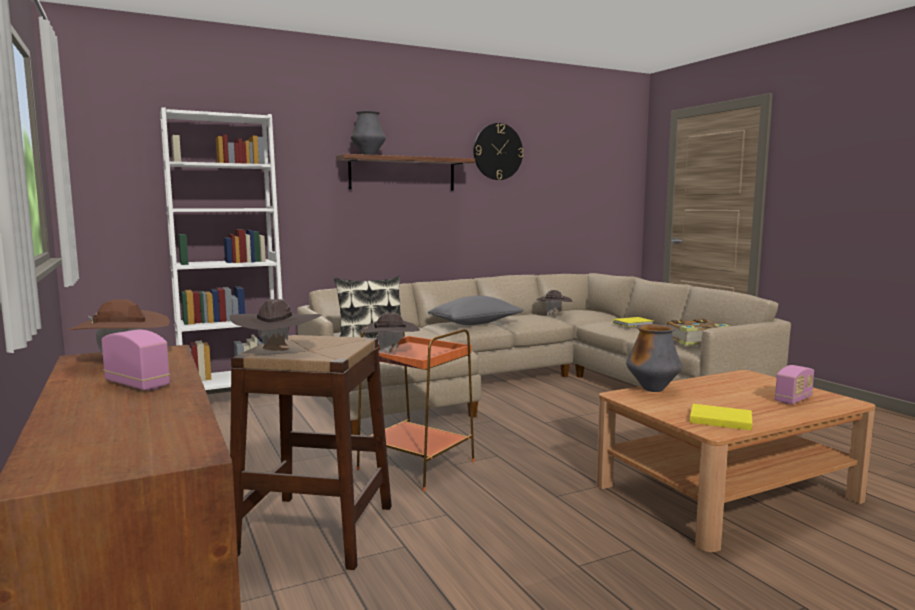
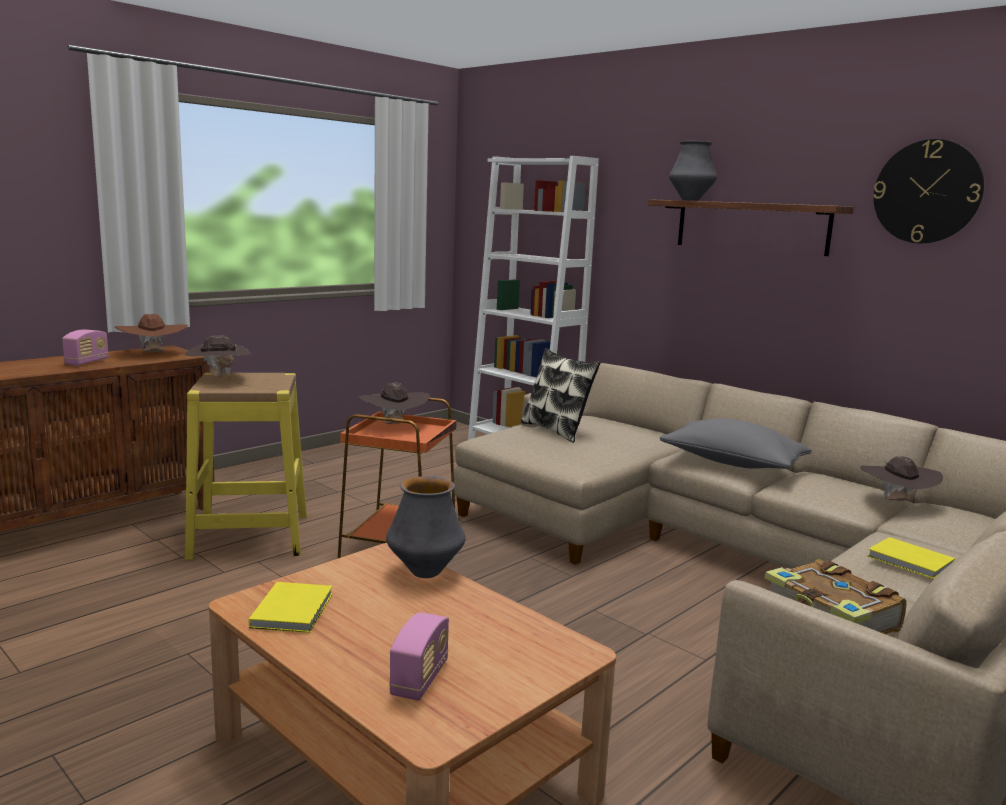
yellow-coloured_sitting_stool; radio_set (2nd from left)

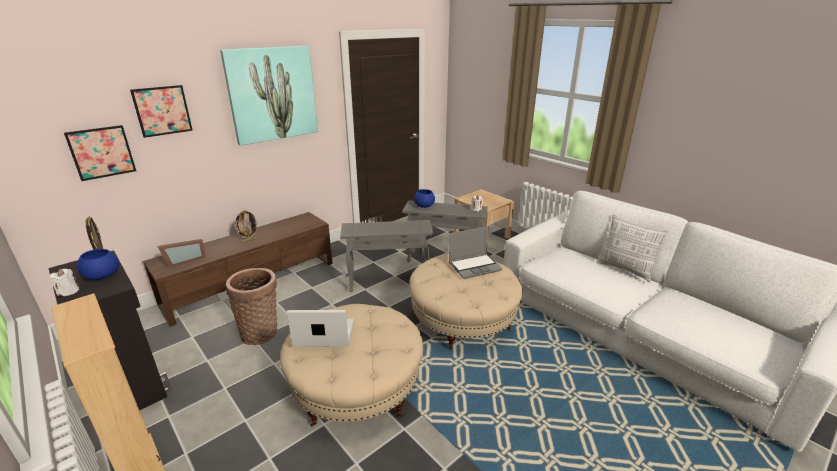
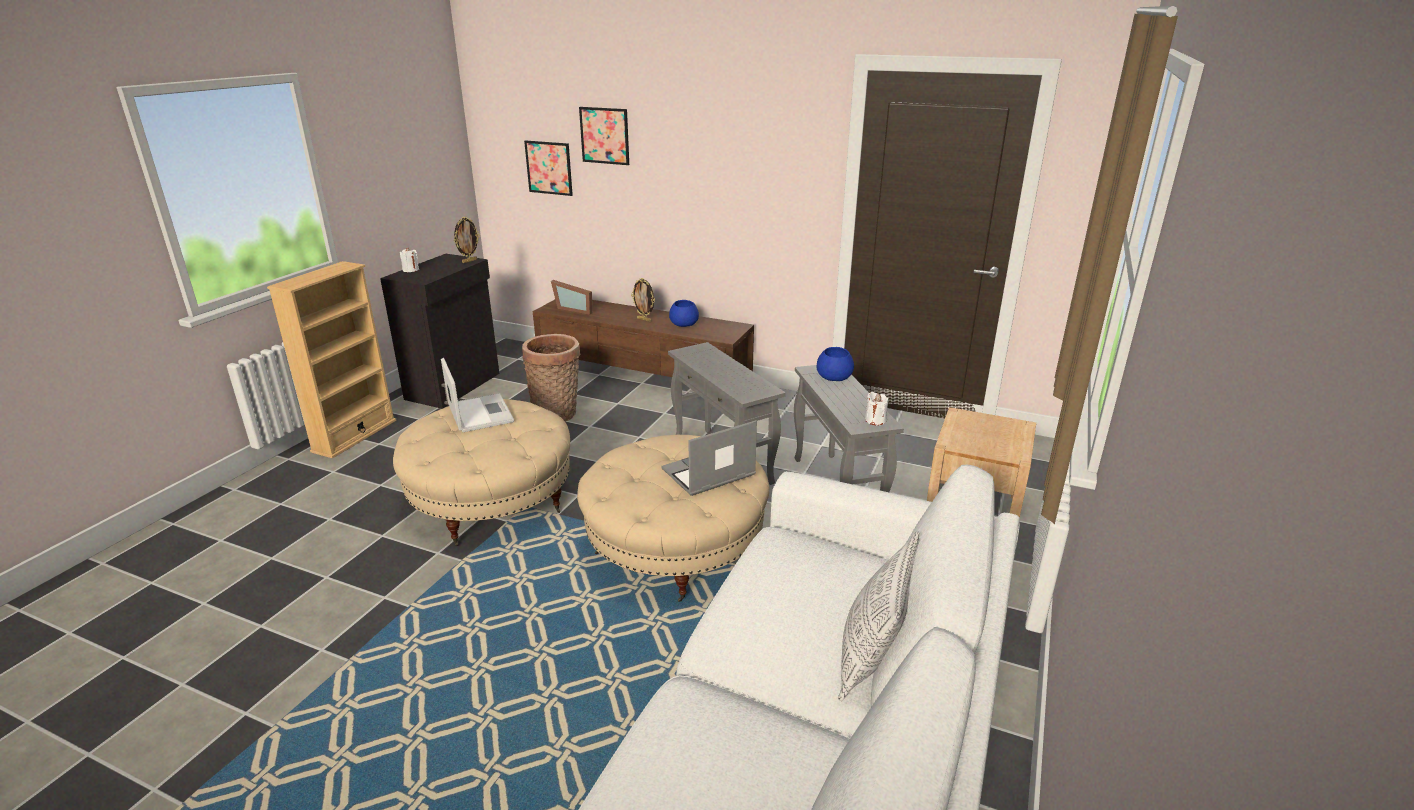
wall_picture (3rd from left in the first image); blue-coloured_bowl (1st from left); notebook_computer (2nd from left)

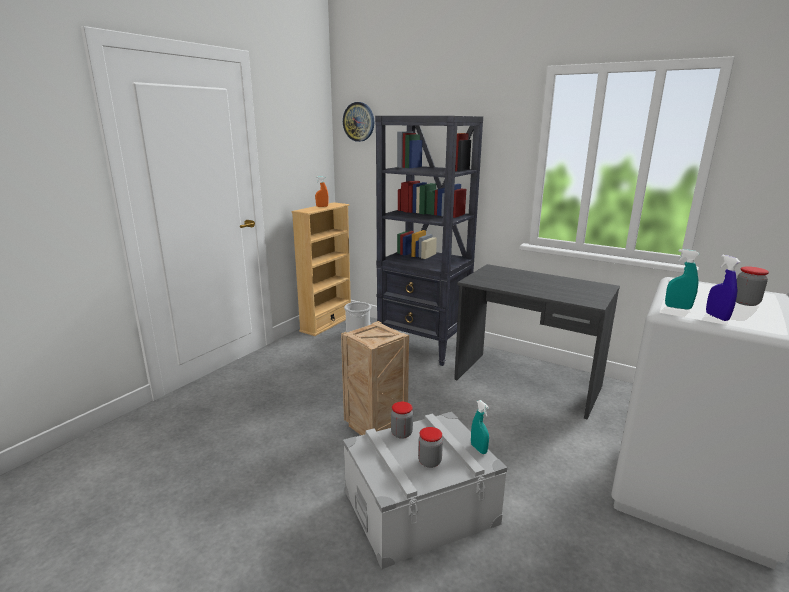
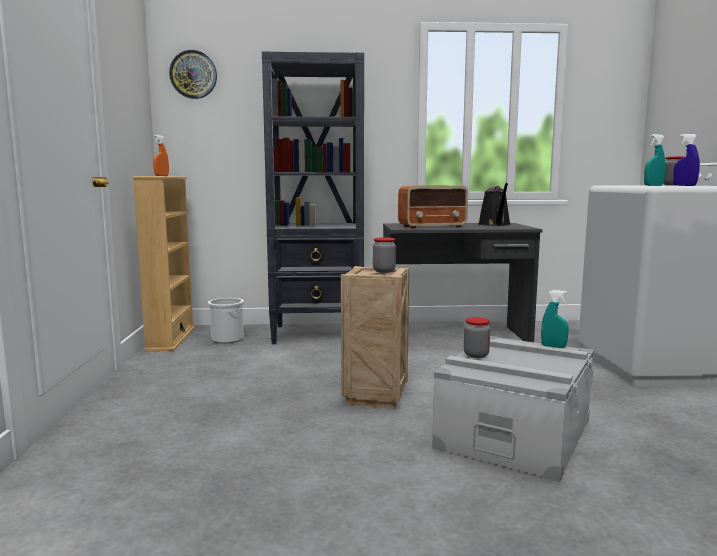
radio_set; black_watering_can; storage_jar (1st from left)

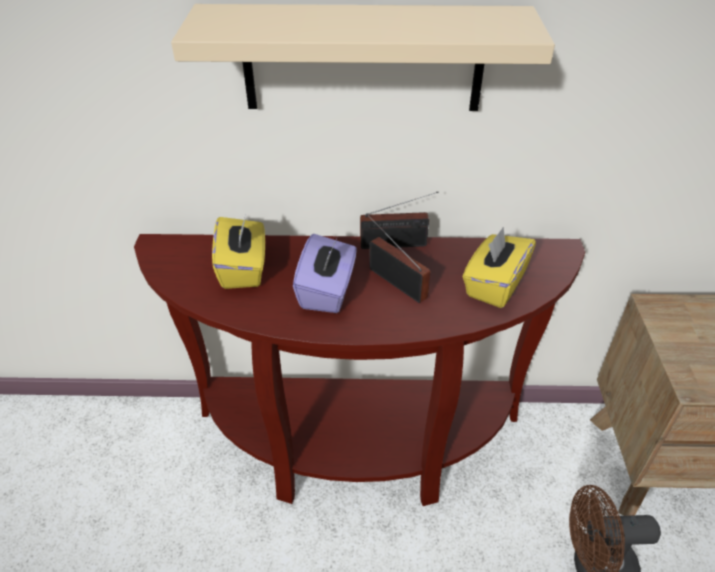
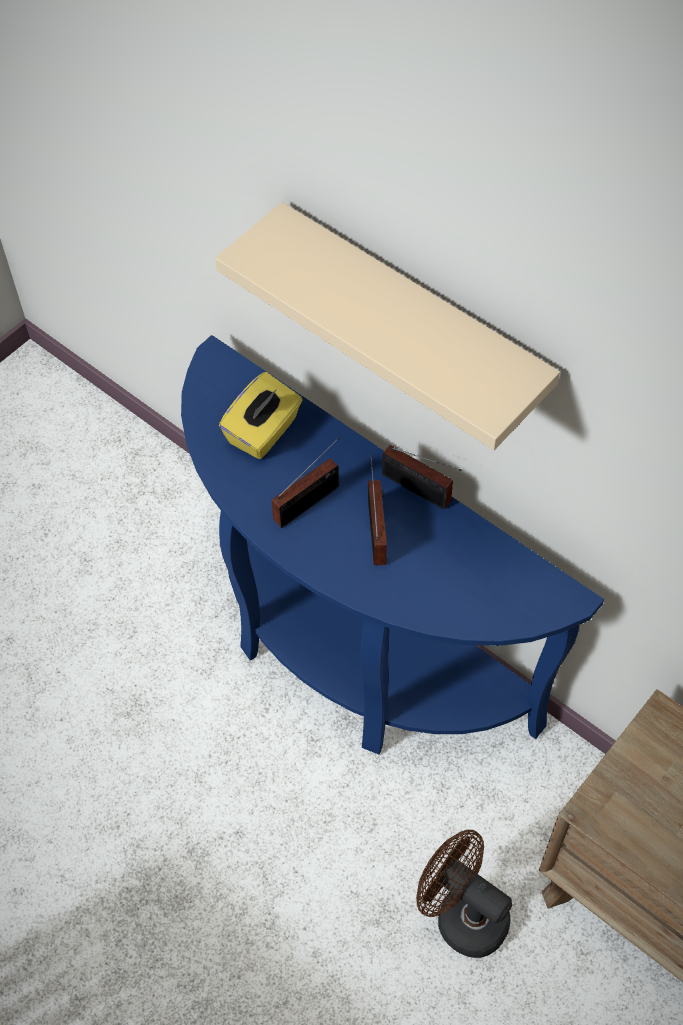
yellow-coloured_box_of_tissues (2nd from left in the first image); radio_set (1st from left); blue-coloured_console_table

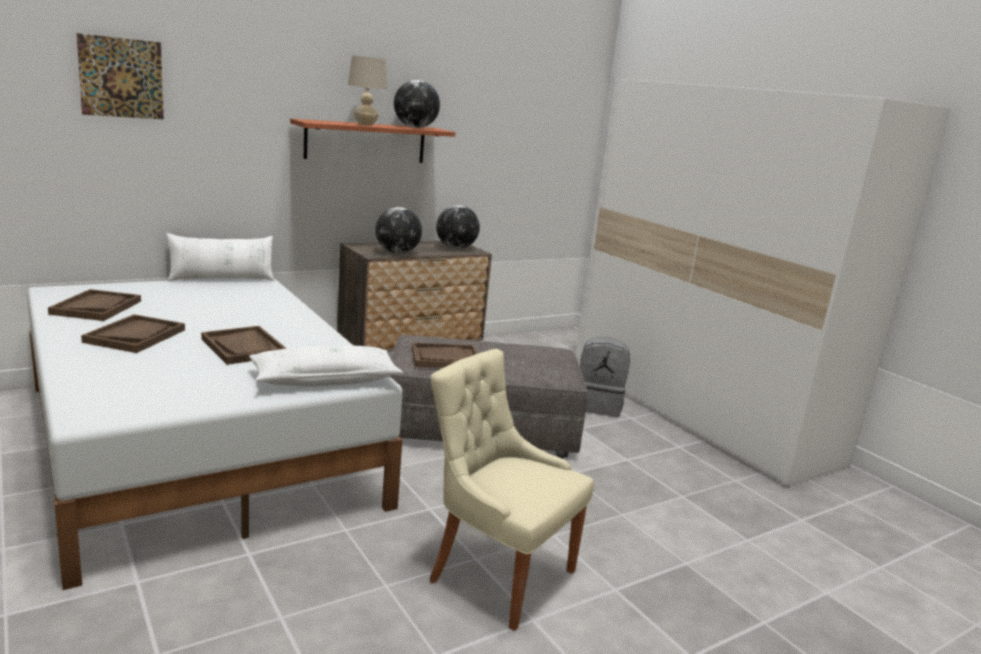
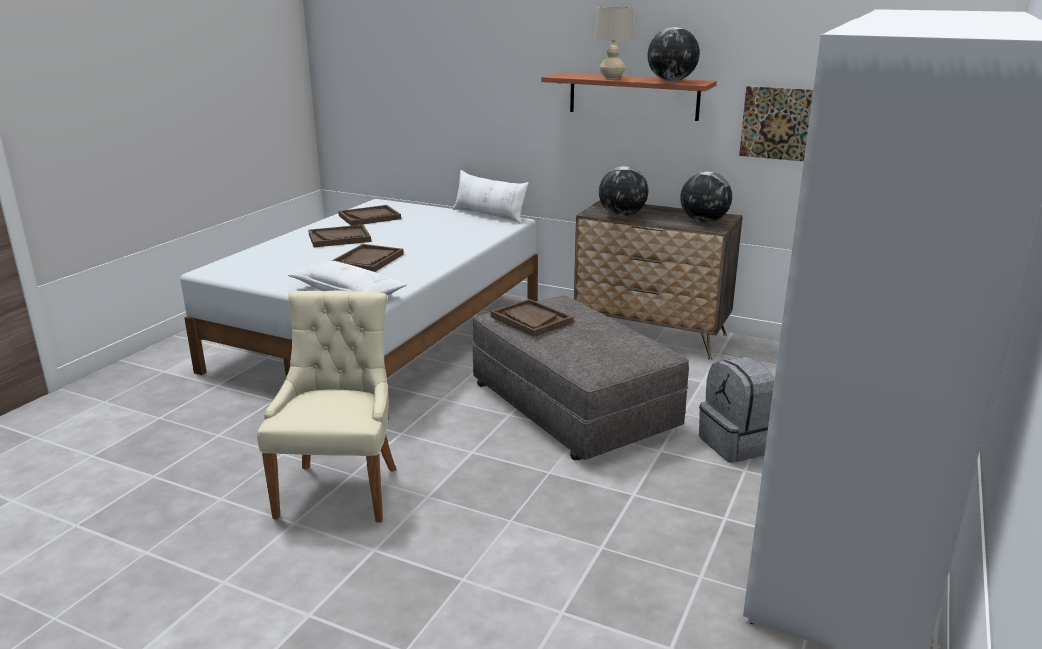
wall_picture

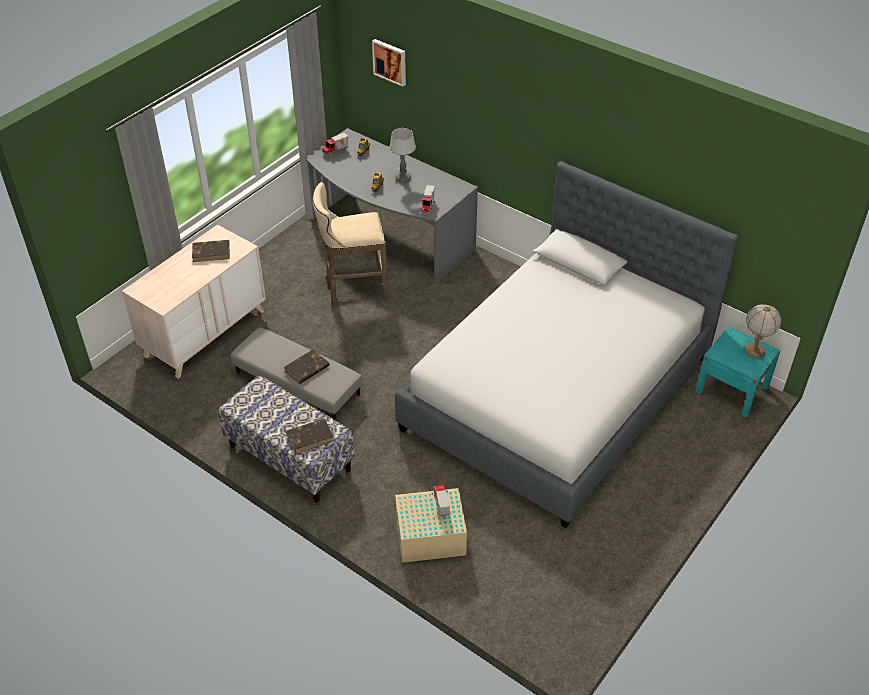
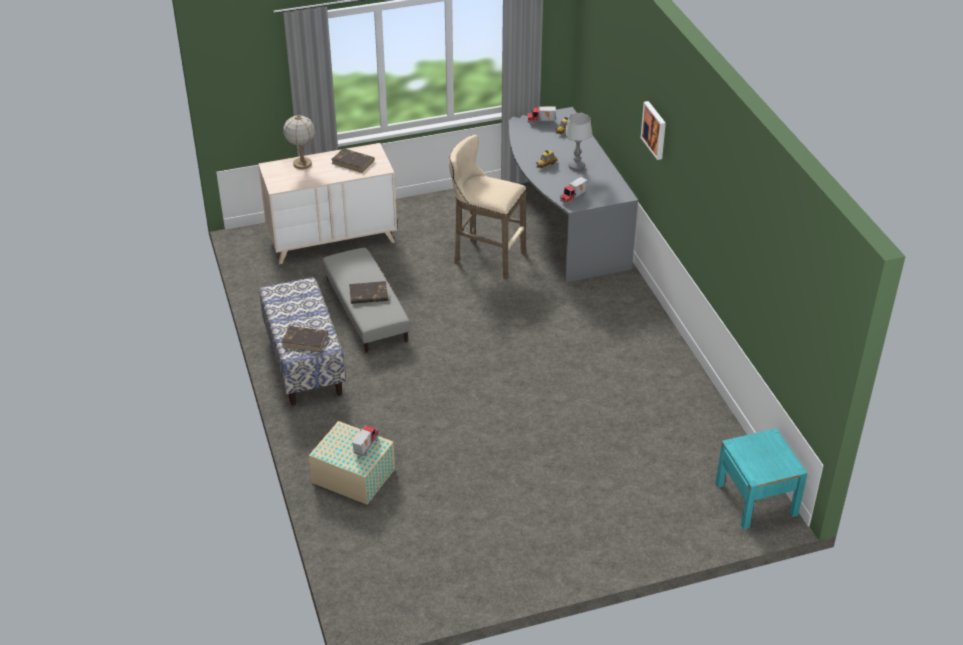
bedroom_bed; wall_picture; table_lamp (1st from left)

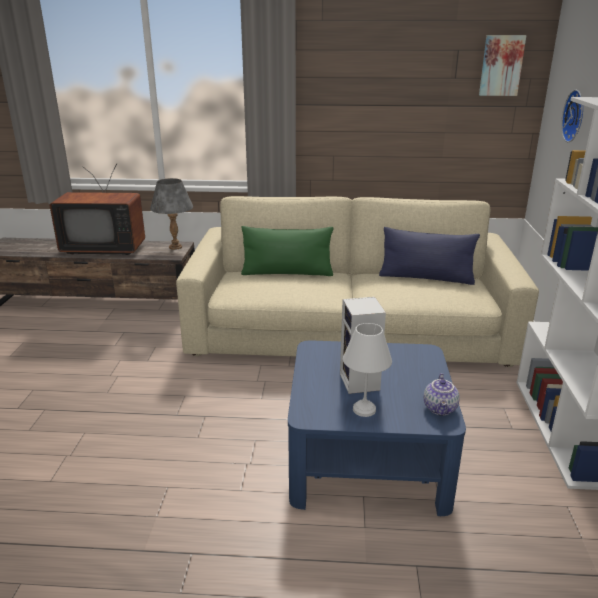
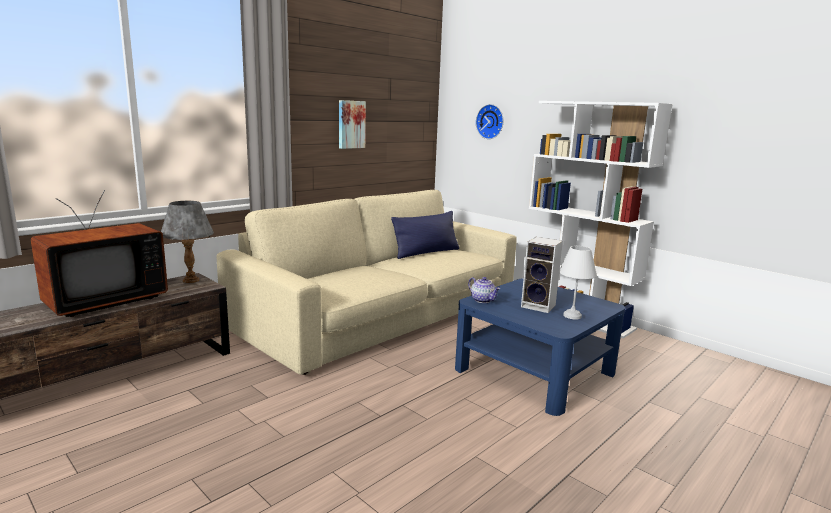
greenish_cushion; pot_for_tea; wall_picture

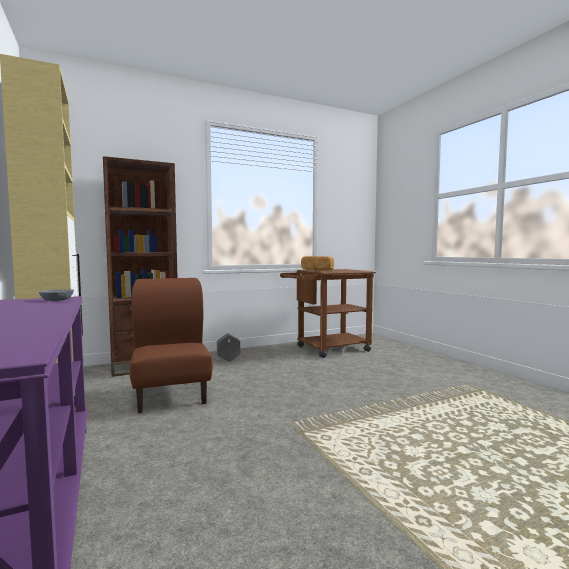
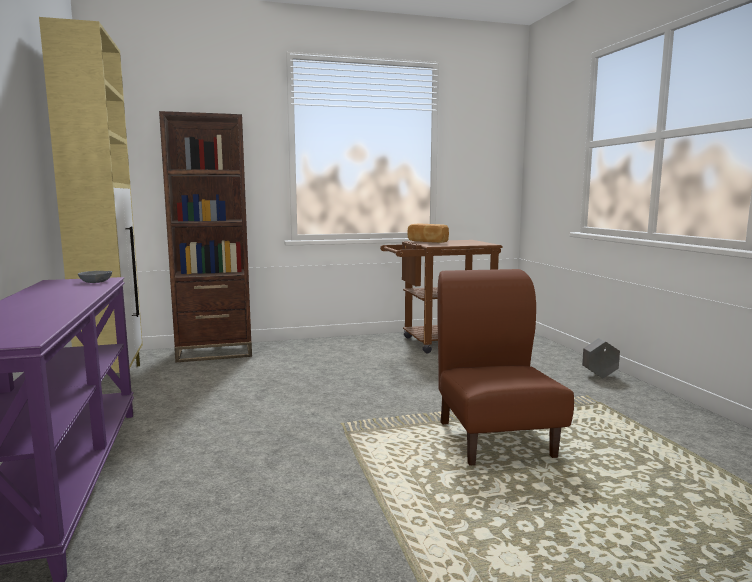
brownish_chair; greyish_flower_pot

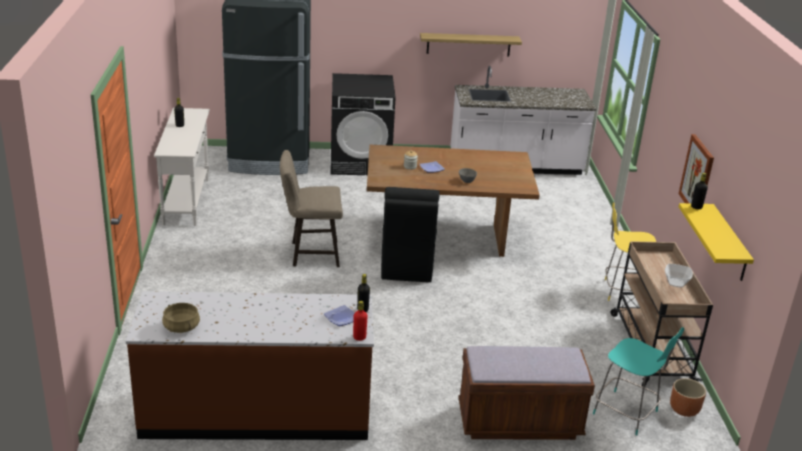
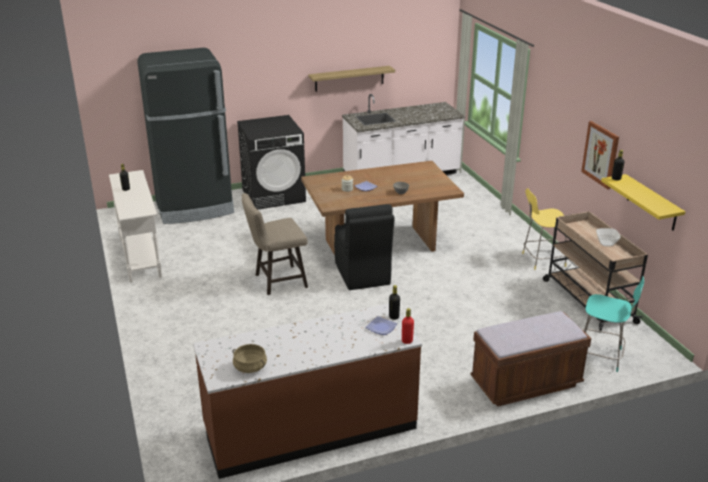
brownish_flower_pot

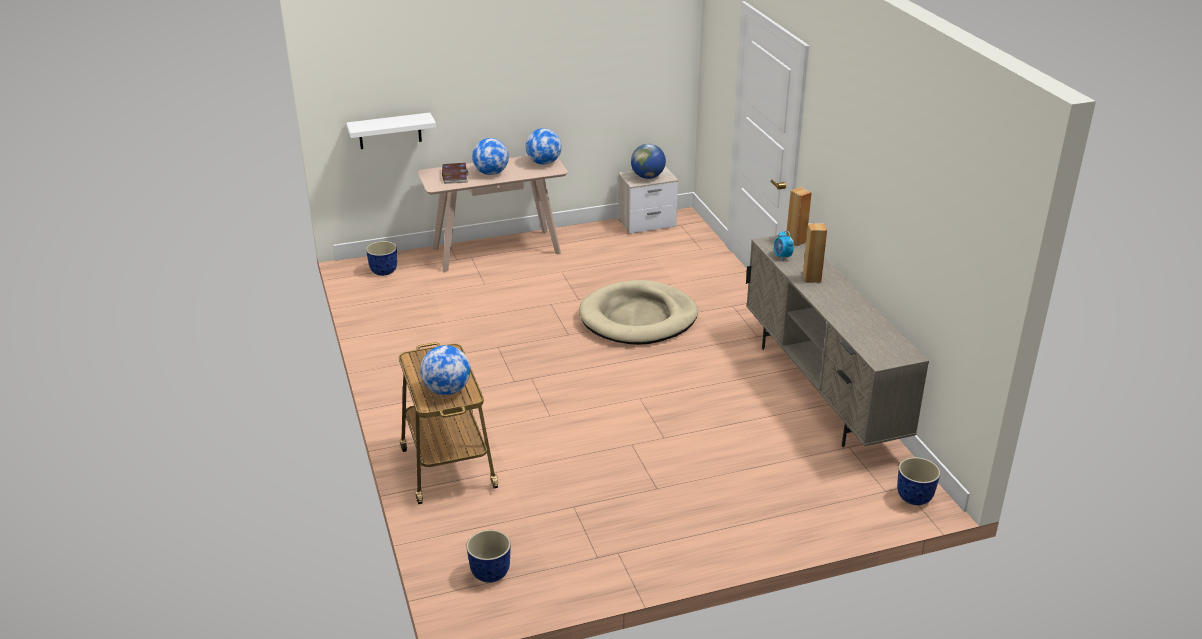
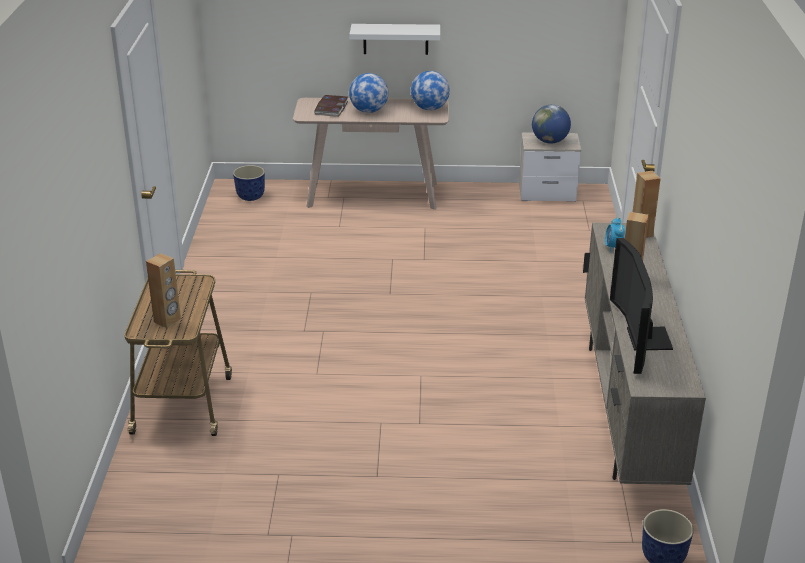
flower_pot (2nd from left in the first image); sand-coloured_pet_bed; TV; white-coloured_wall_shelf; brownish_audio_speaker (1st from left)

